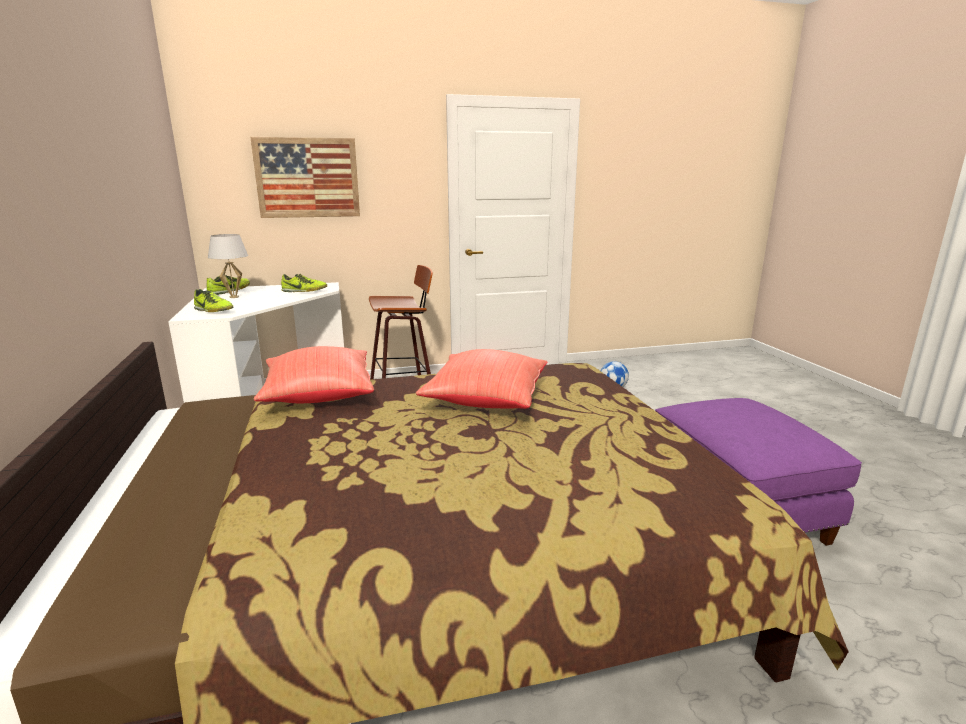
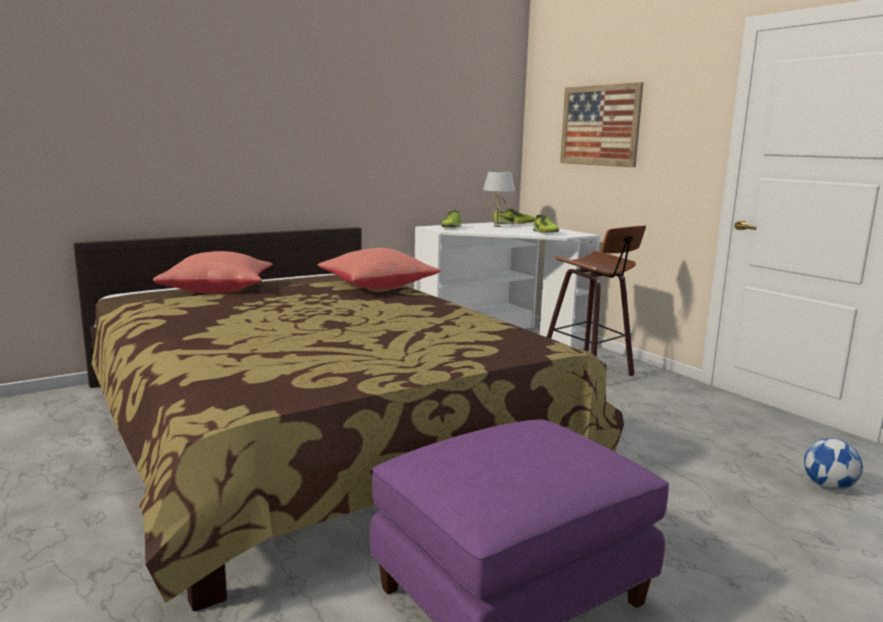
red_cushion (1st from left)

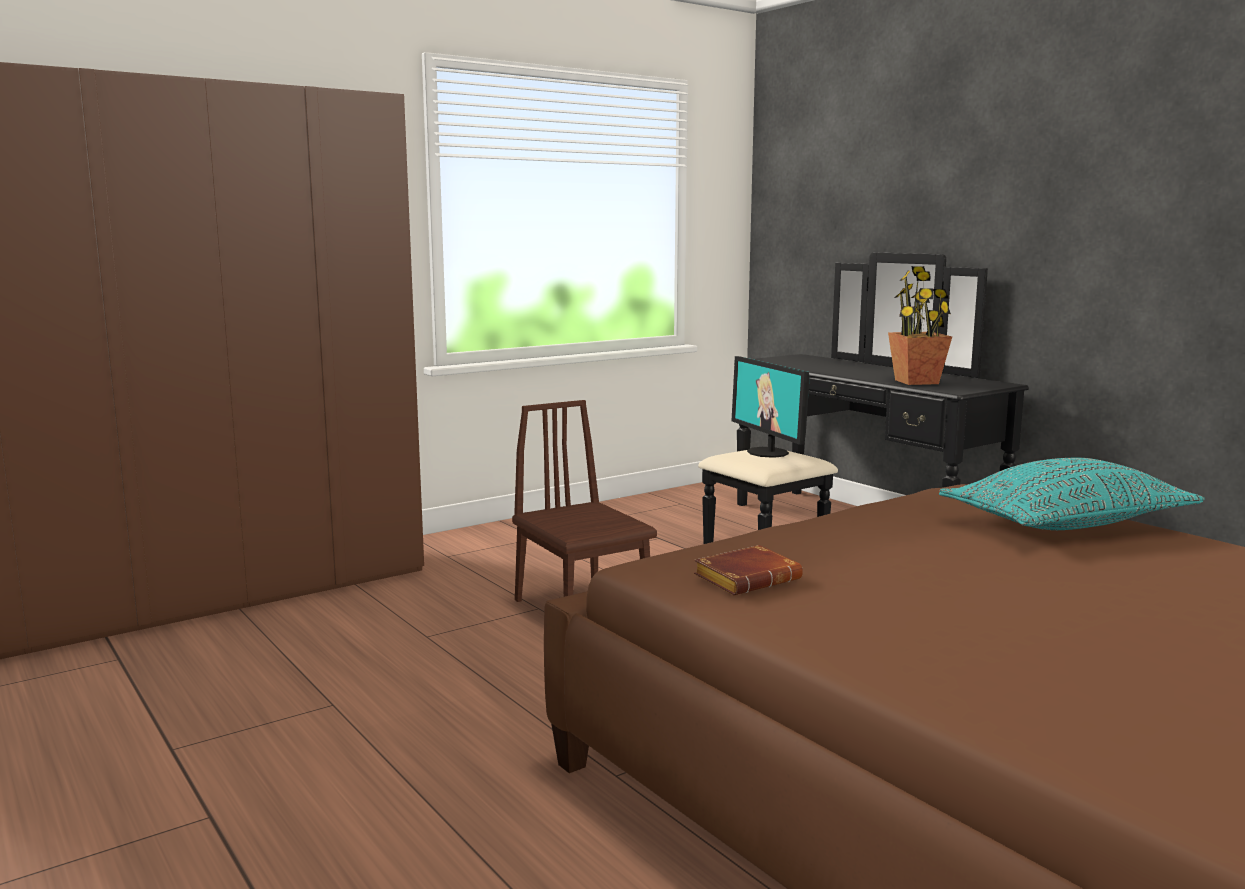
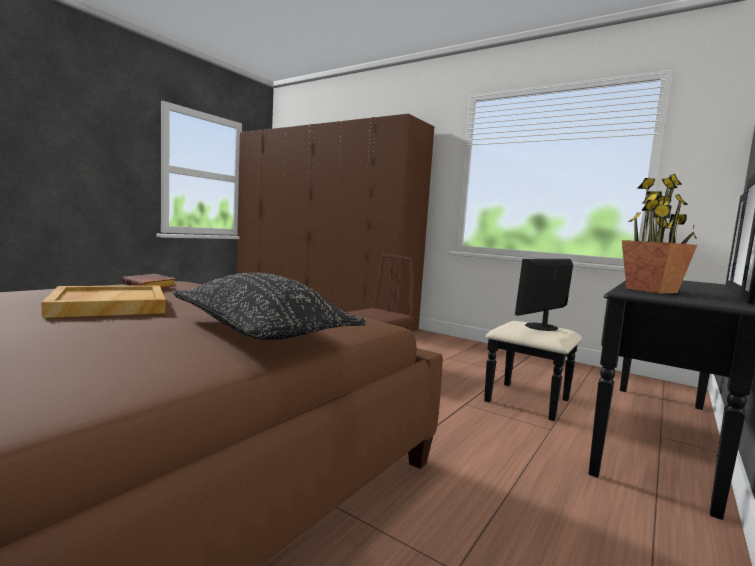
sand-coloured_serving_tray; black_cushion

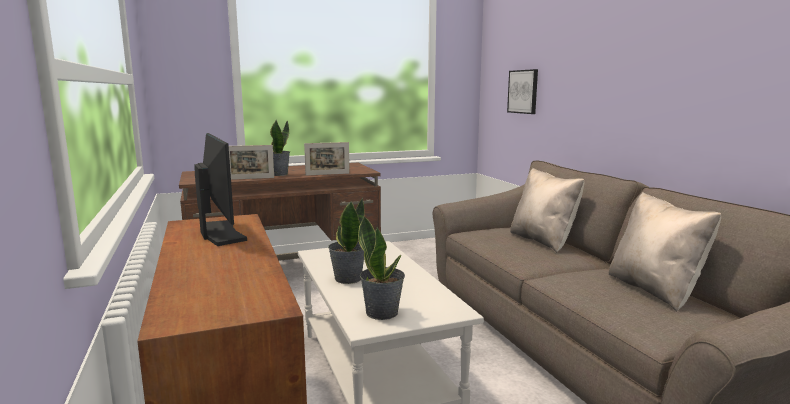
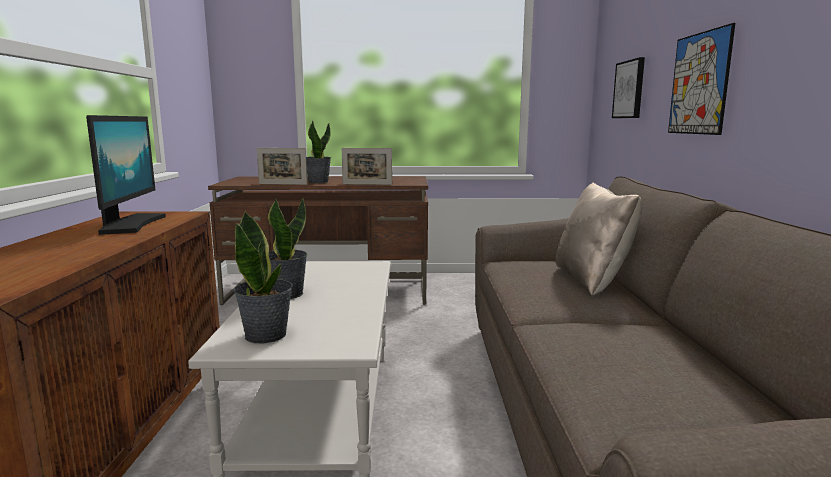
sand-coloured_cushion (2nd from left in the first image); wall_picture (2nd from left)

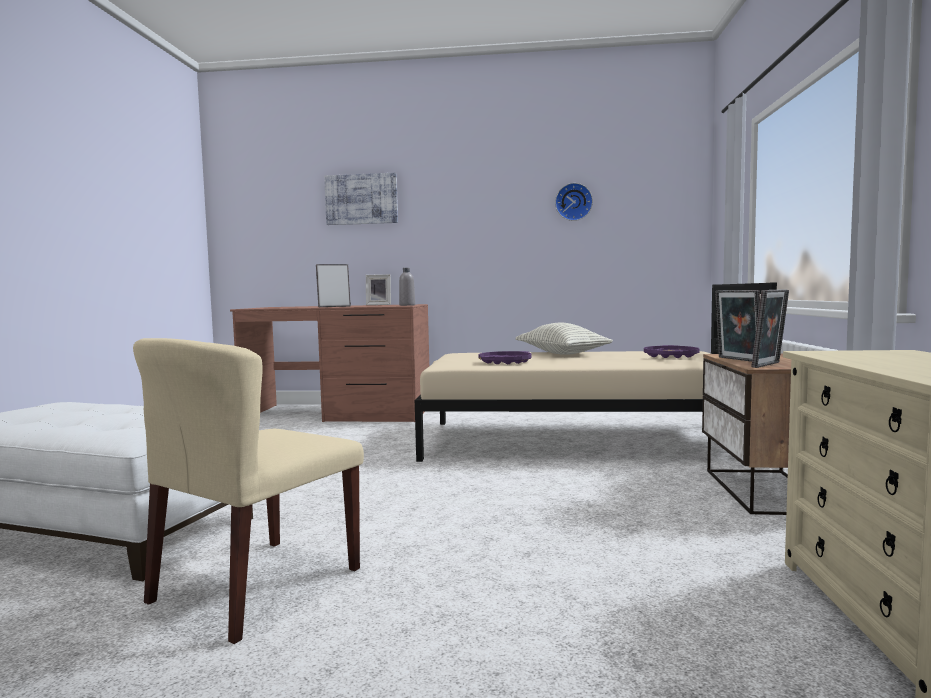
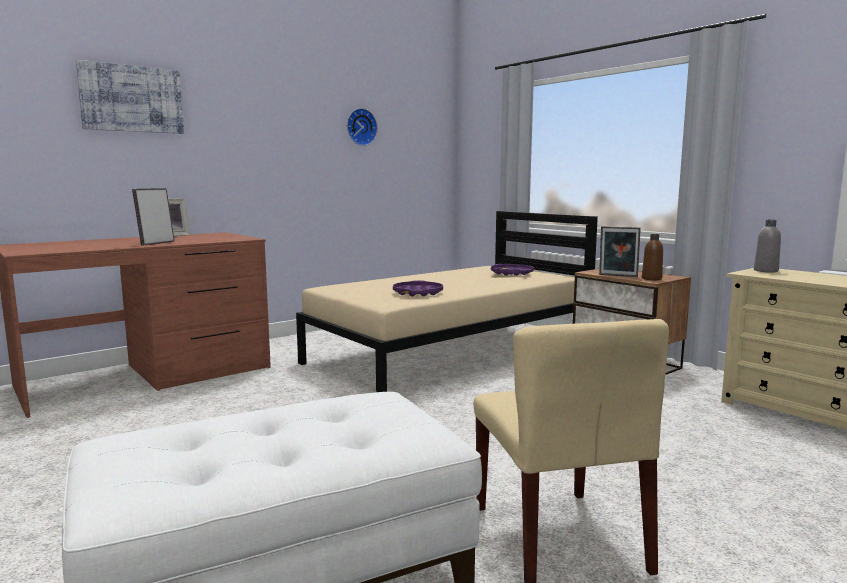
cushion; greyish_beverage_bottle; brownish_beverage_bottle

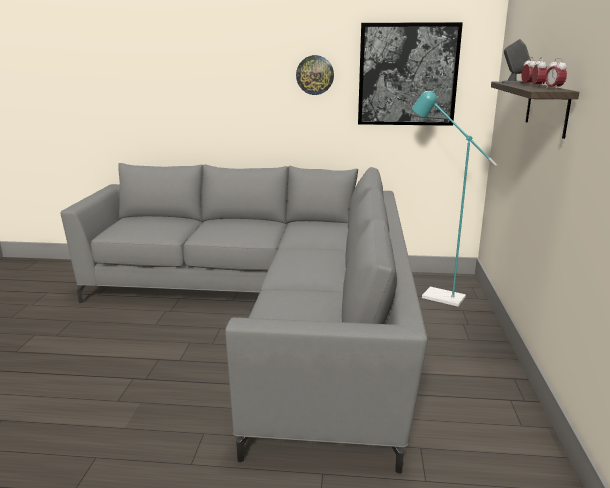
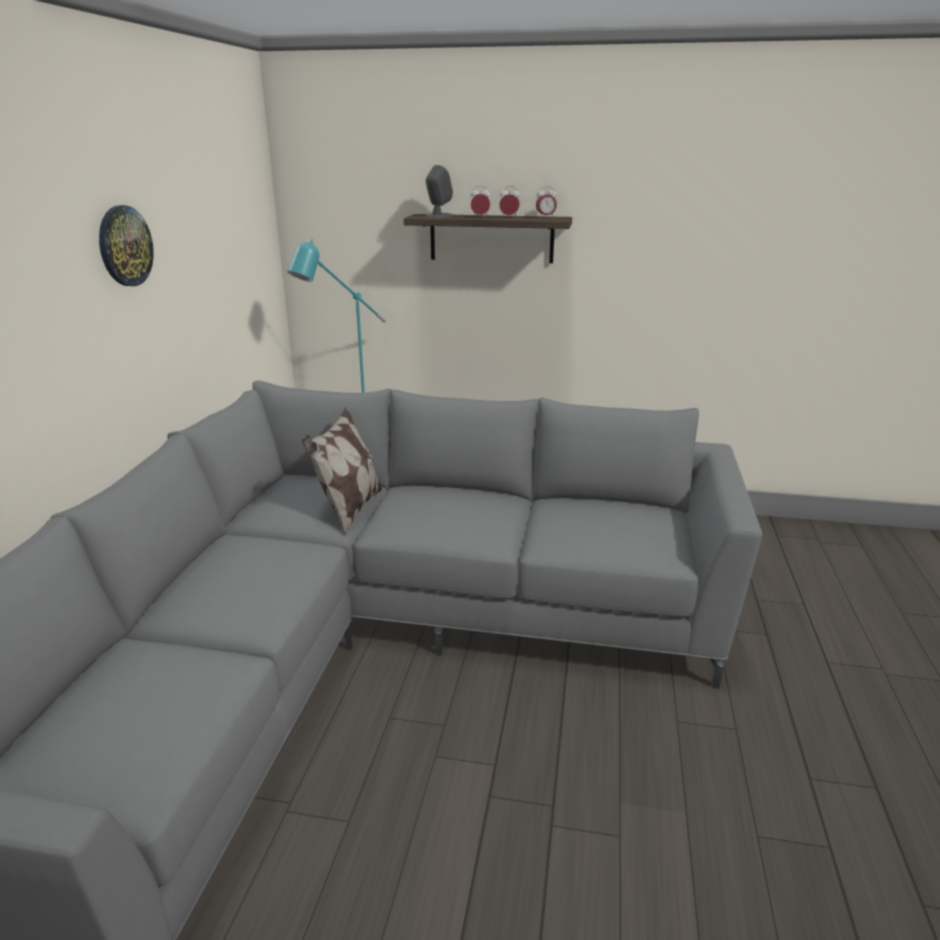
wall_picture; cushion

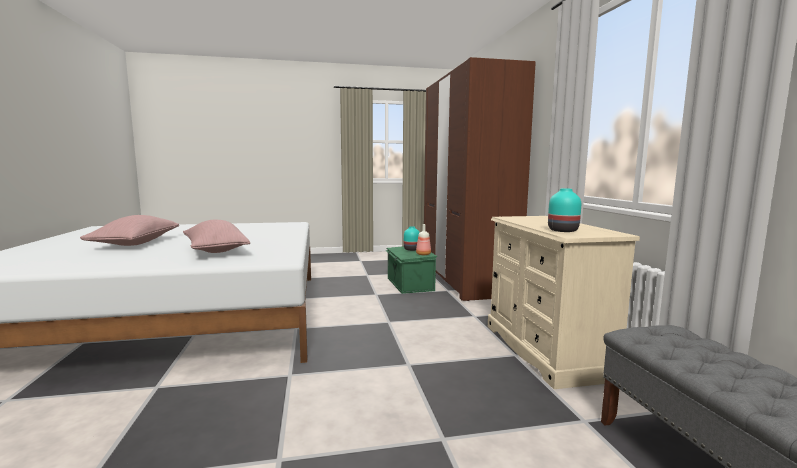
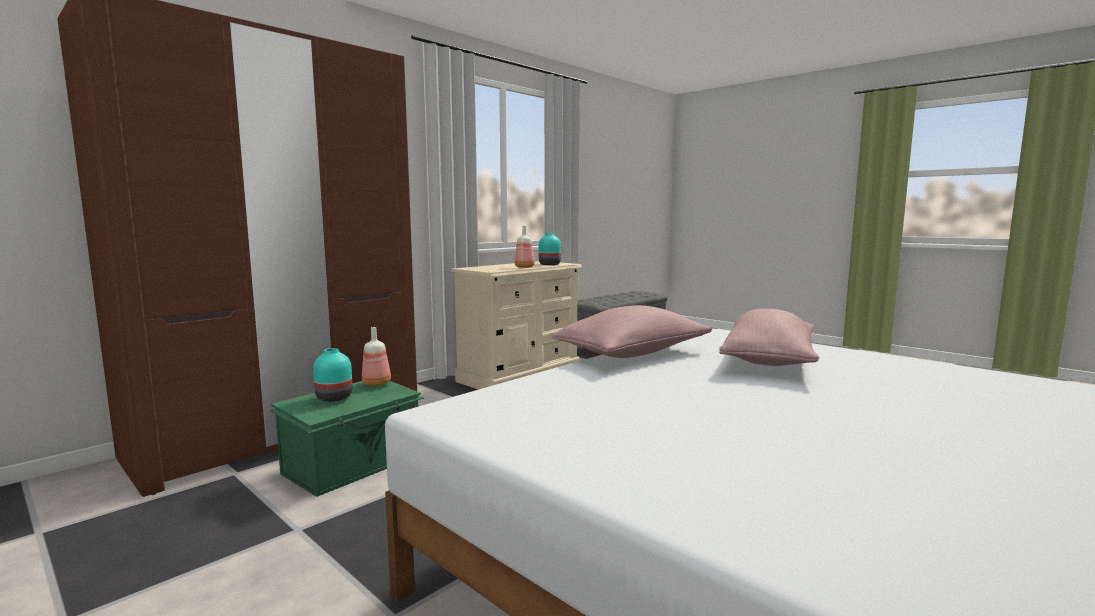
beverage_bottle (2nd from left); pinkish_cushion (1st from left)

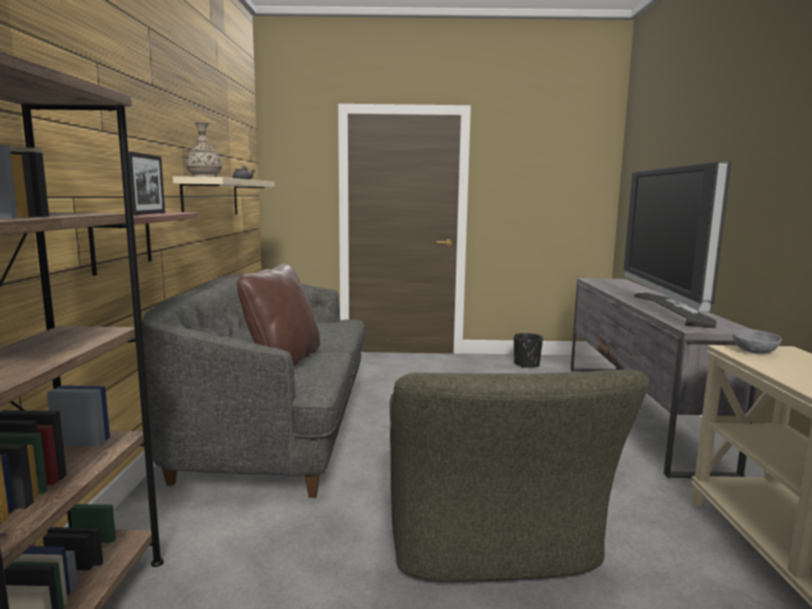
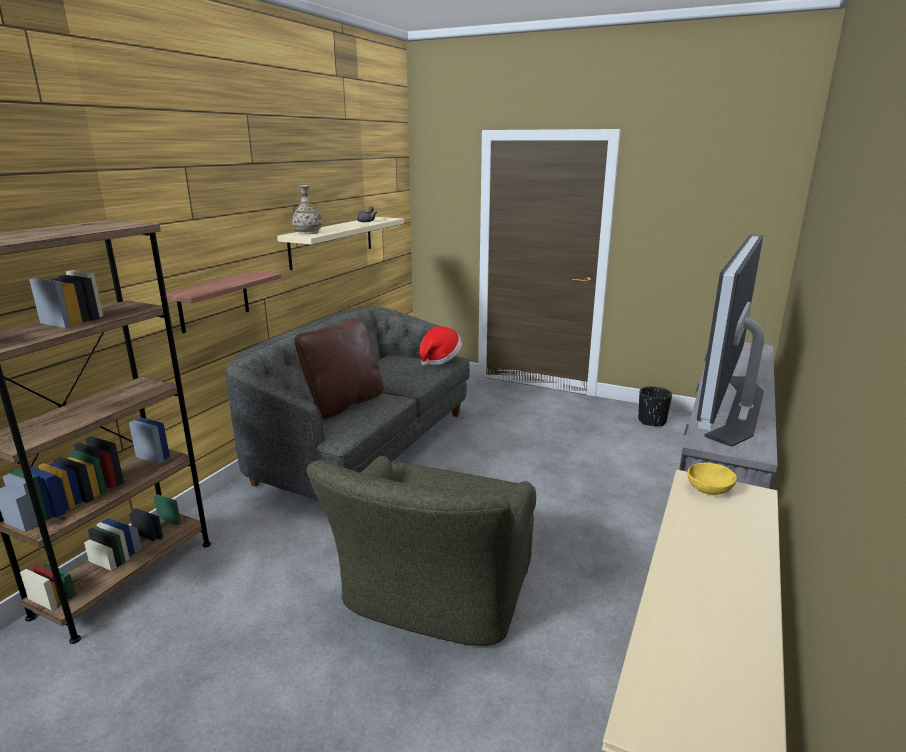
standing_frame; wearable_hat; yellow-coloured_bowl

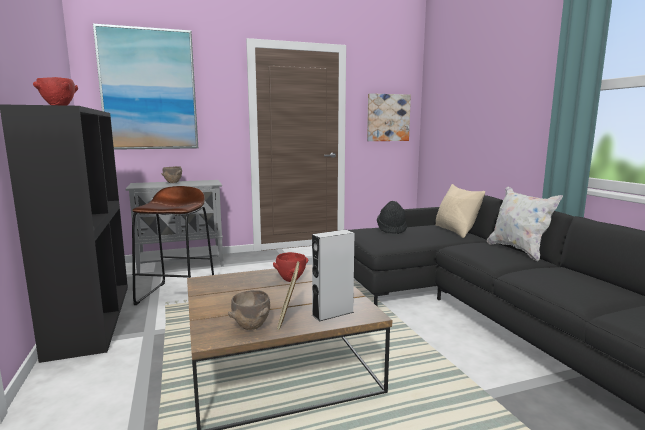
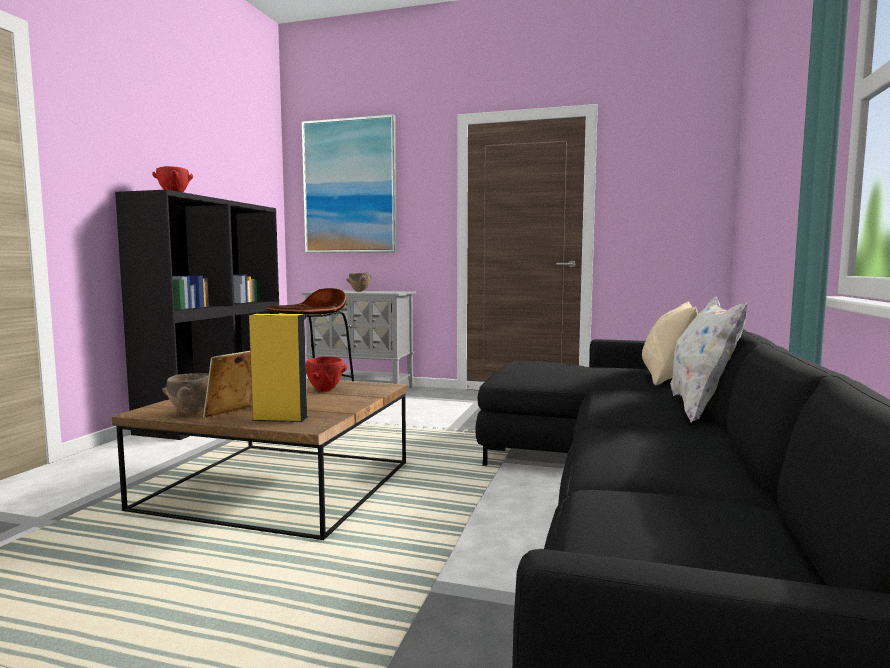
wall_picture (2nd from left in the first image); black_wearable_hat; yellow-coloured_audio_speaker

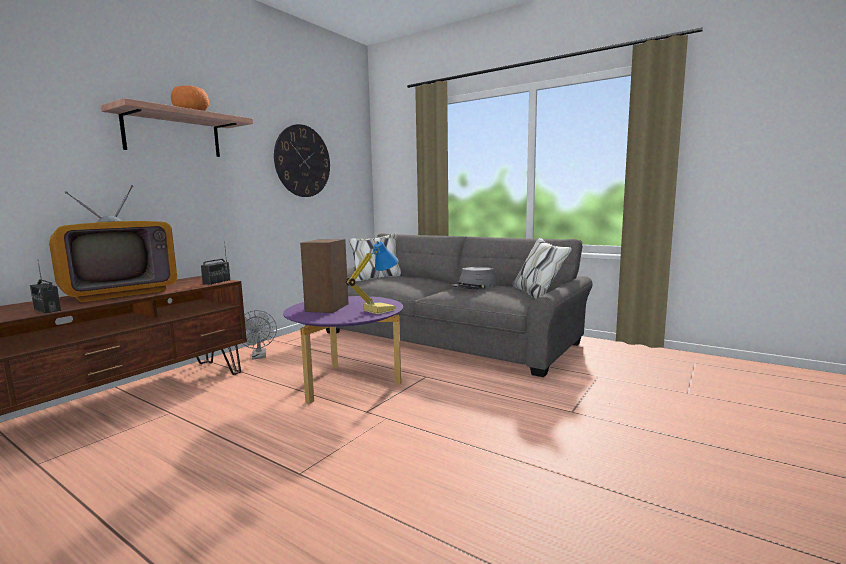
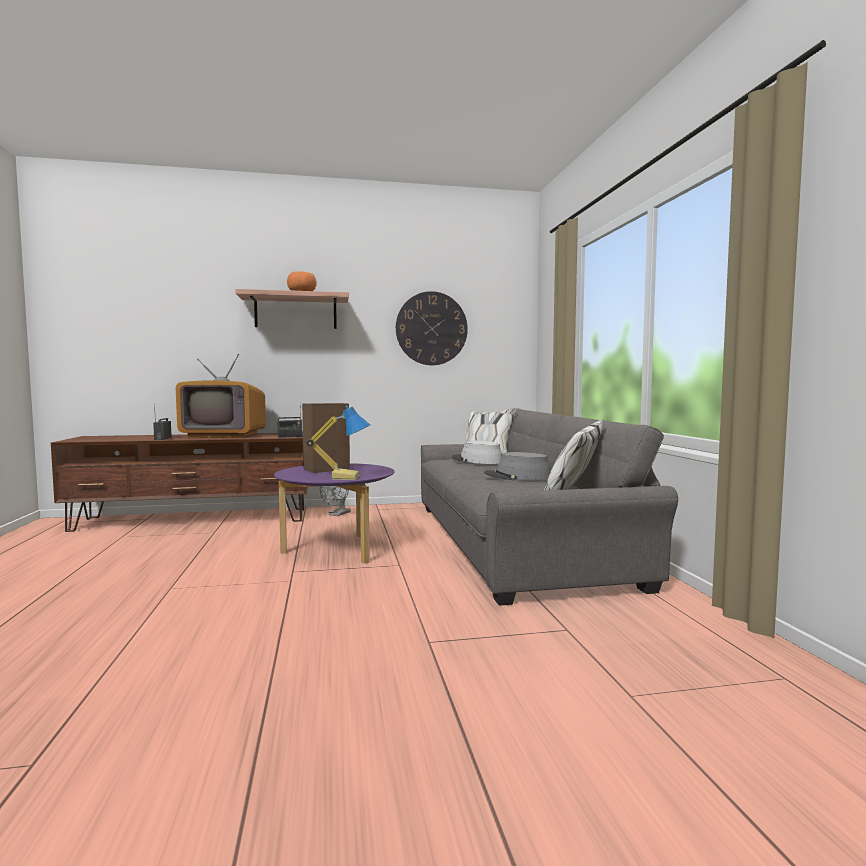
greyish_wearable_hat (1st from left)

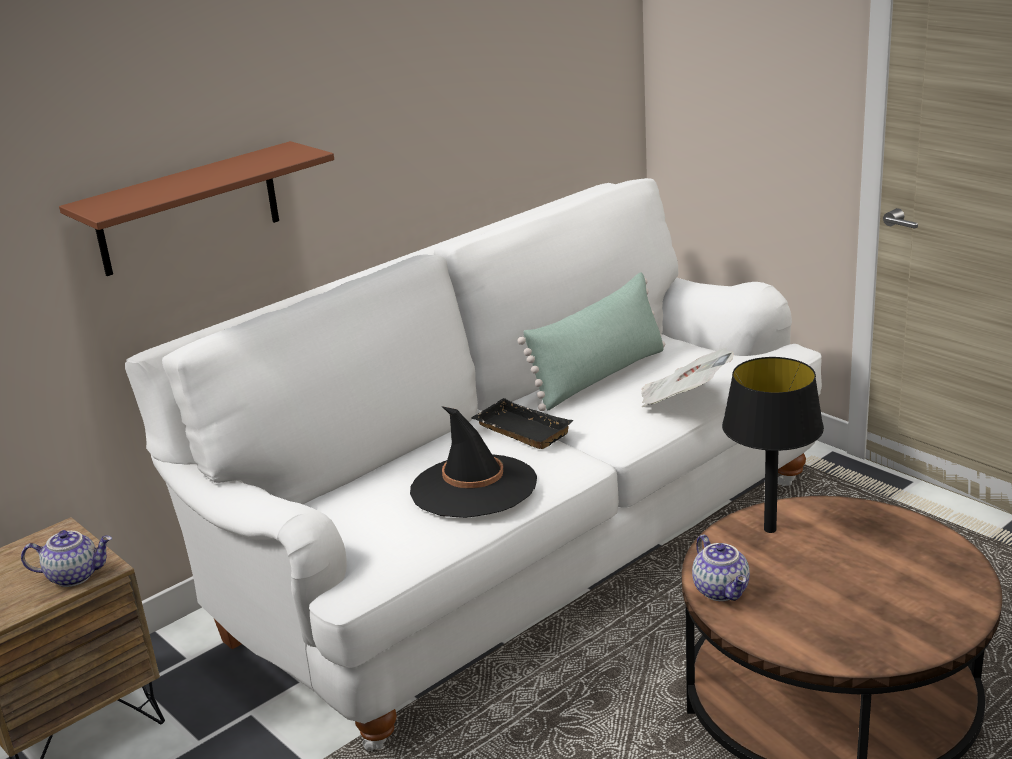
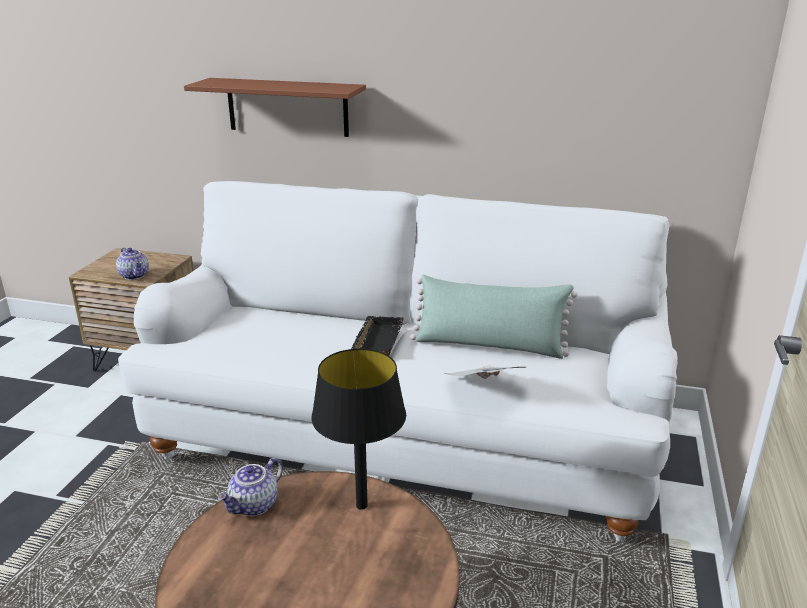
black_wearable_hat

